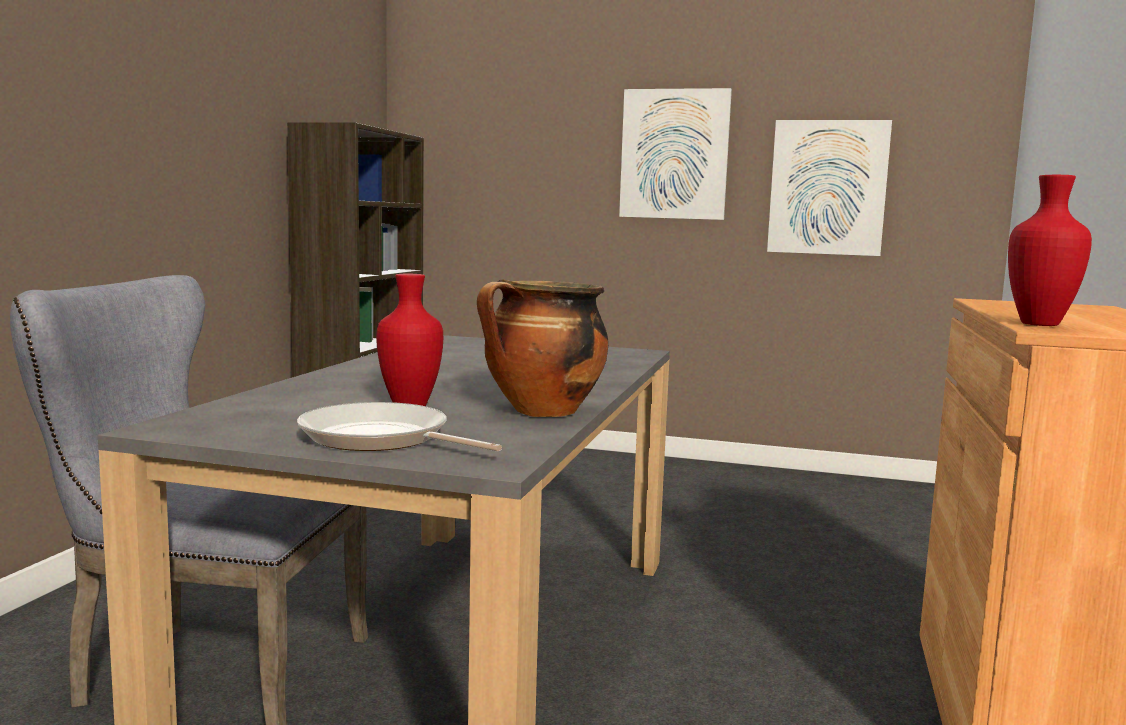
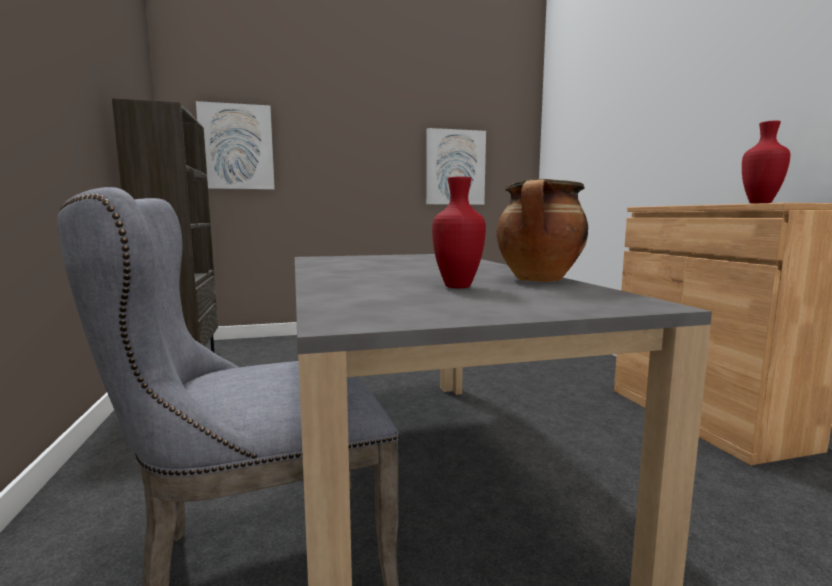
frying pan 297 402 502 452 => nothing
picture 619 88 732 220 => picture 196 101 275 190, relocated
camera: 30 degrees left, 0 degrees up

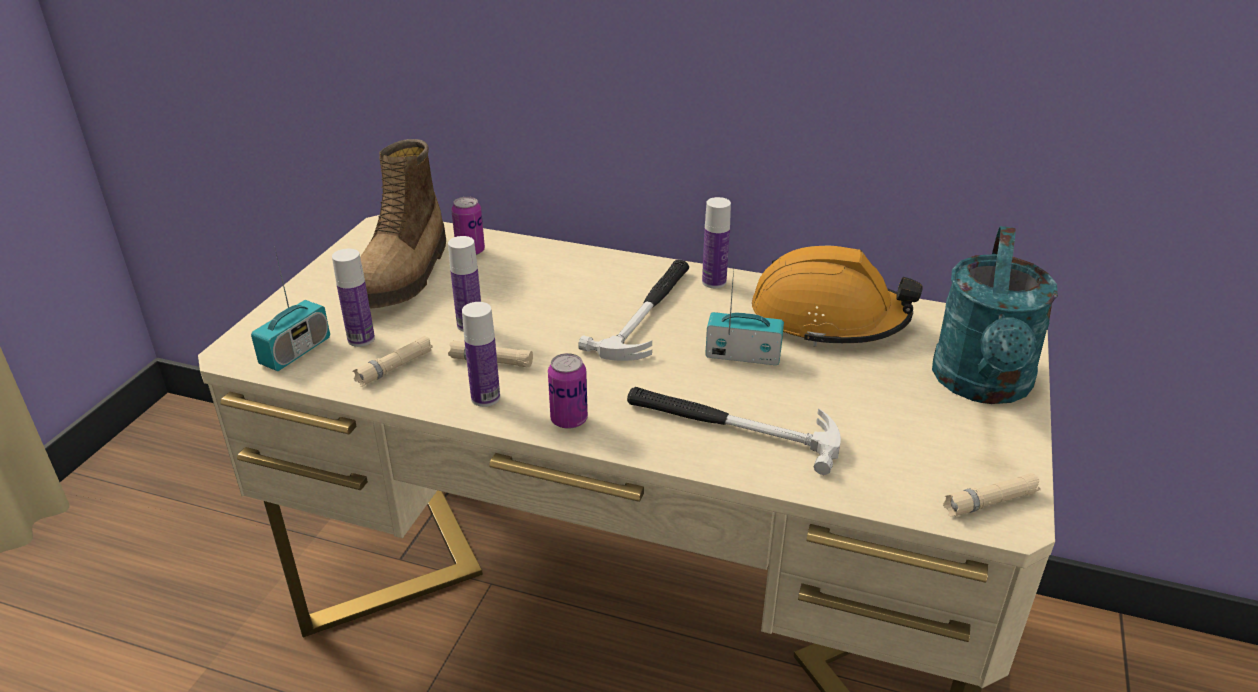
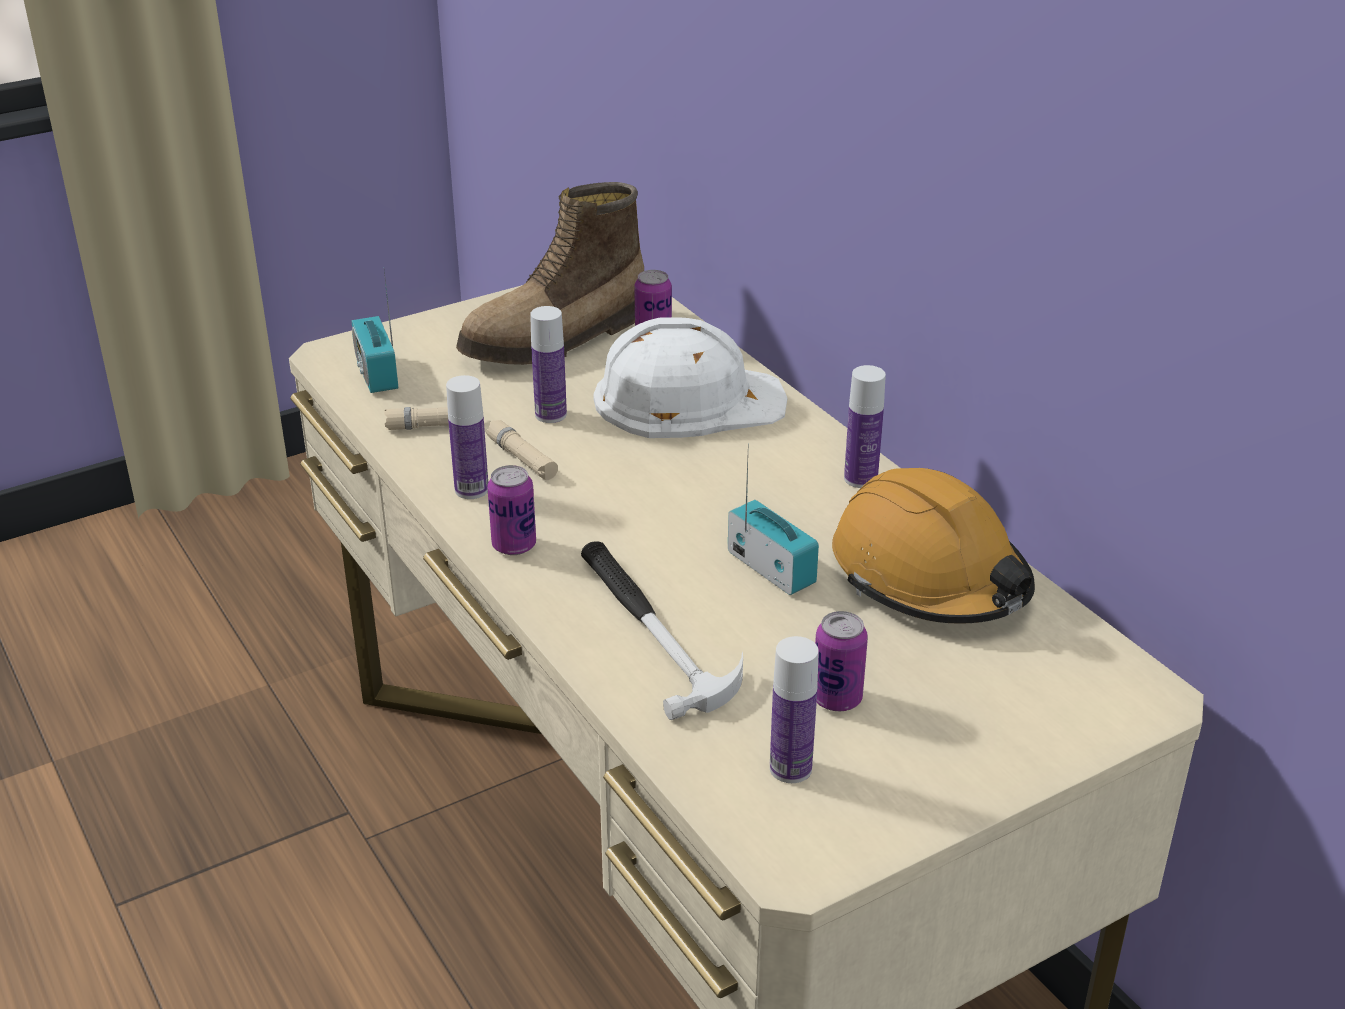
hammer 578 260 689 361 => nothing
turquoise watering can 932 226 1058 404 => nothing
beige flashlight 943 473 1041 517 => nothing
nothing => white hard hat 594 317 787 438
nothing => can 815 611 868 711
bottle 332 249 375 347 => bottle 770 636 819 783, relocated
radio 251 246 330 371 => radio 352 271 398 393, 90 degrees clockwise
camera: 40 degrees right, 0 degrees up

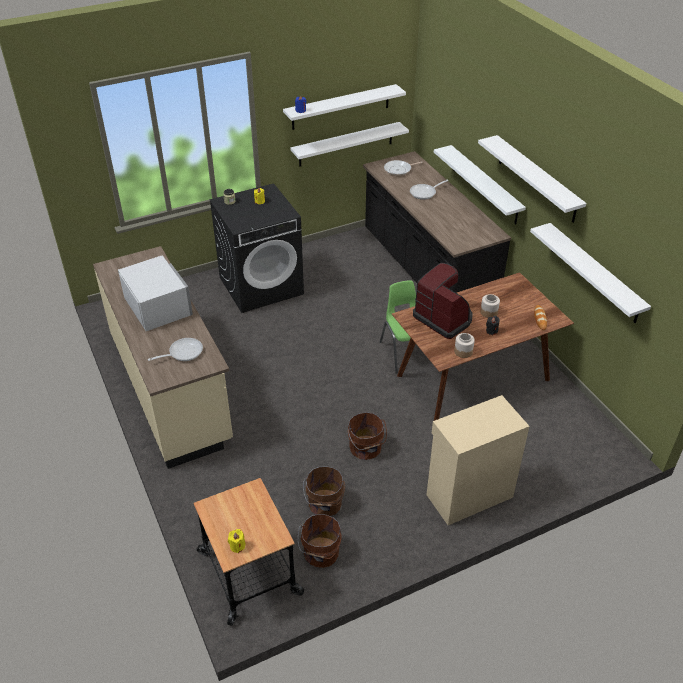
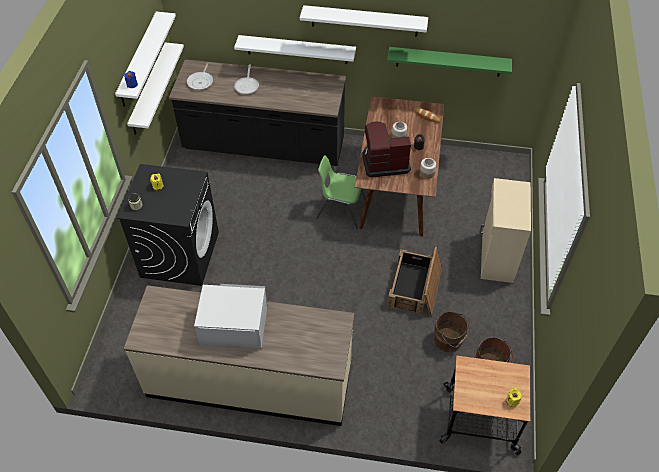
frying pan 148 338 203 361 => nothing
brown bucket 348 412 387 460 => crate 387 246 442 316
white shelf 530 223 651 323 => green shelf 387 47 512 77
camera: 55 degrees left, 10 degrees up

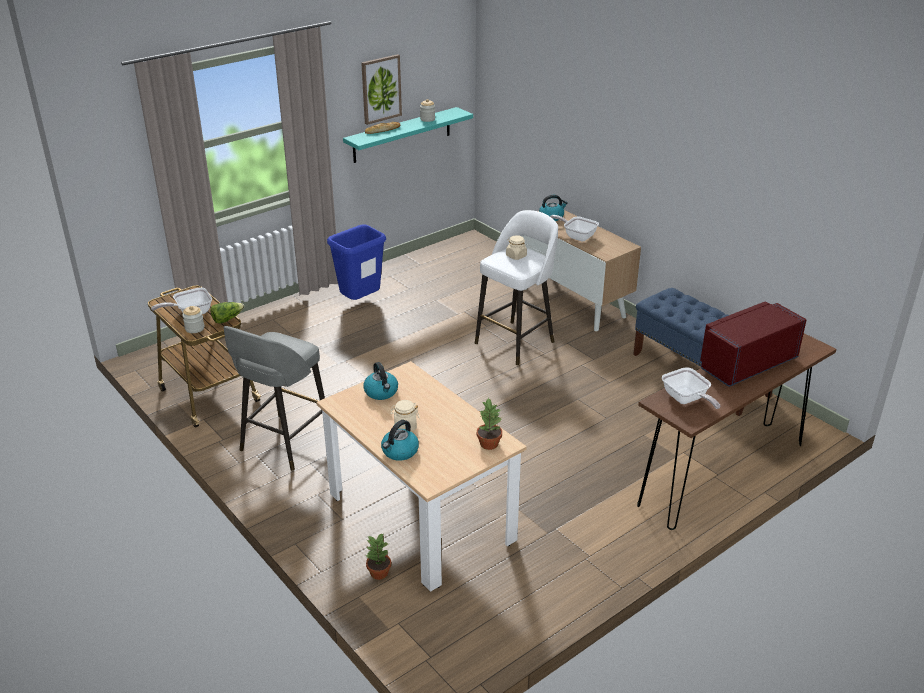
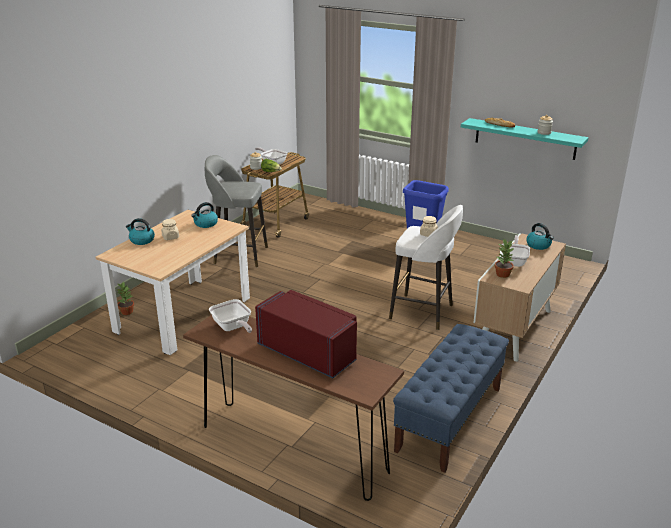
picture 361 54 402 125 => nothing
potted plant 477 397 502 450 => potted plant 495 238 514 278, relocated
frying pan 662 367 720 409 => frying pan 209 299 252 333, 75 degrees counterclockwise
camera: 70 degrees right, 5 degrees down

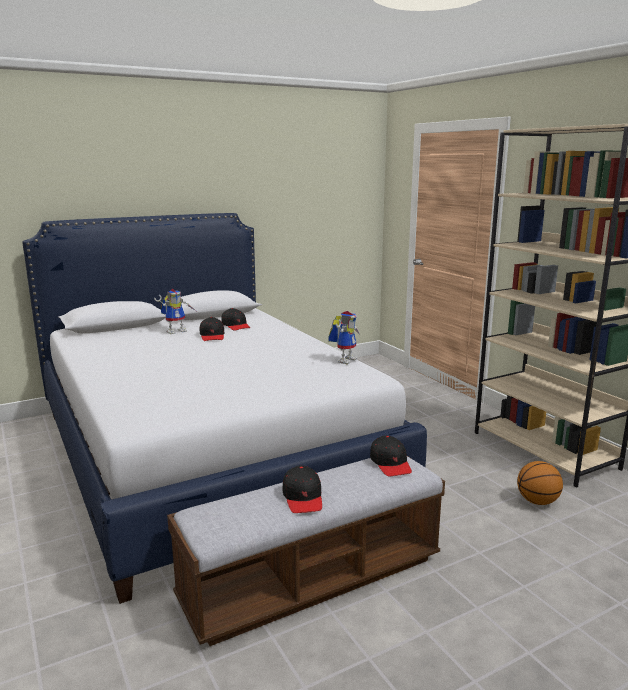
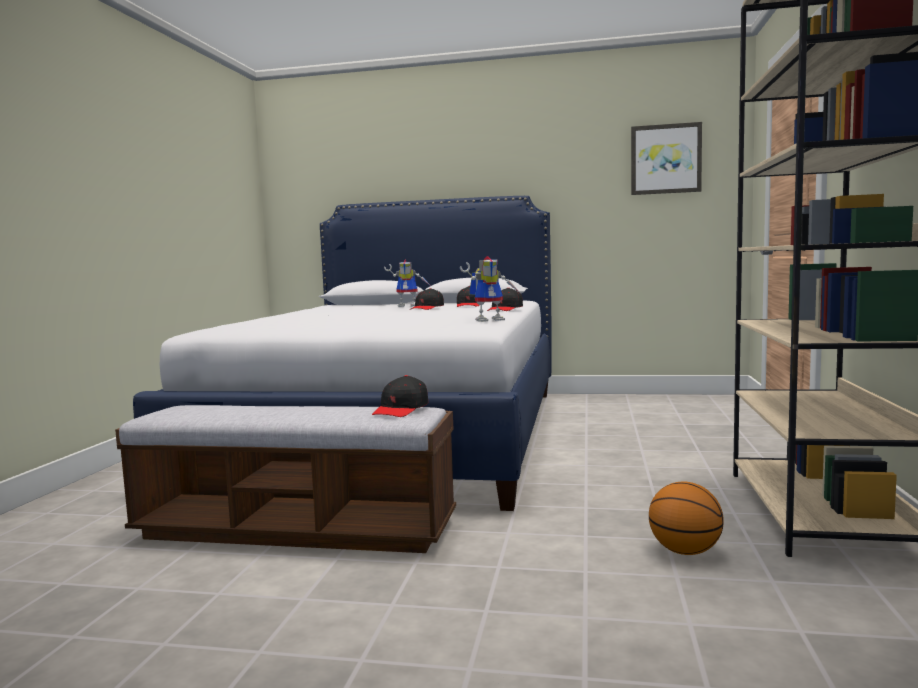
nothing => picture 631 122 702 195
black cap 282 466 322 513 => black cap 487 288 523 311, relocated
camera: 40 degrees right, 10 degrees down

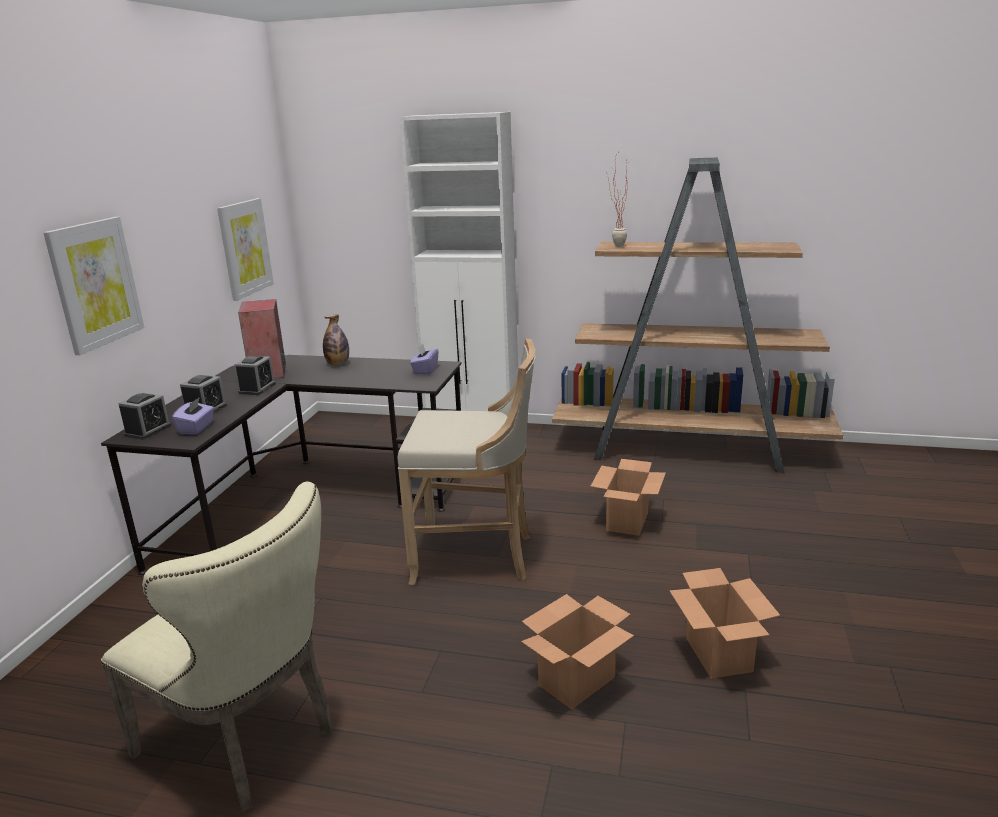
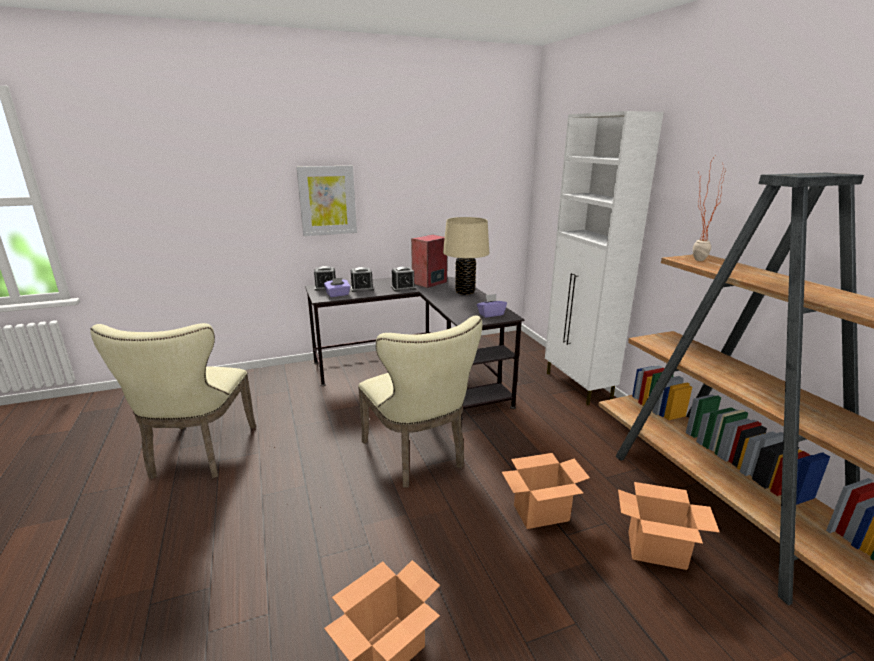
picture 217 198 274 301 => nothing
cardboard box 521 594 634 710 => cardboard box 618 482 720 570, relocated
bottle 323 315 349 365 => beige table lamp 443 217 489 295
beige stool 398 339 535 585 => beige chair 358 315 482 487
camera: 55 degrees right, 0 degrees up

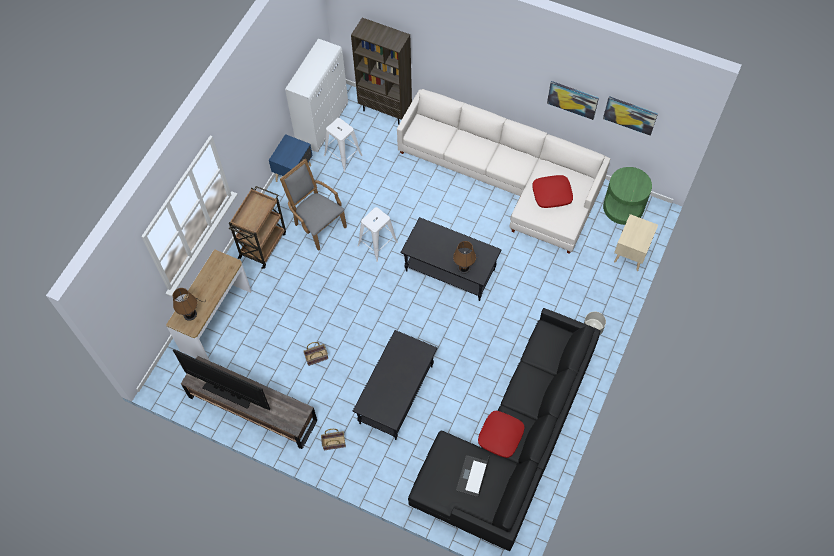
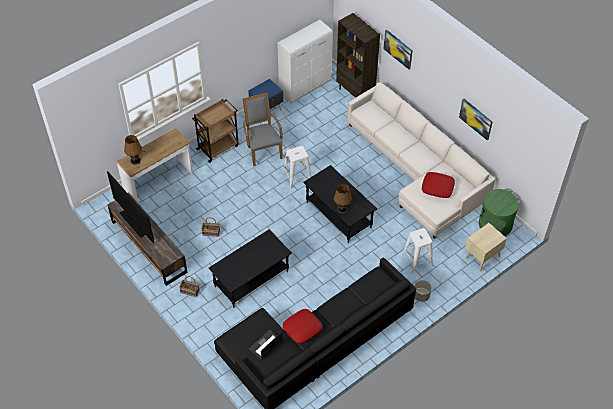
white stool 324 118 363 172 => white stool 401 228 433 274, relocated
picture 603 96 658 136 => picture 384 30 413 70, relocated
camera: 25 degrees right, 10 degrees down

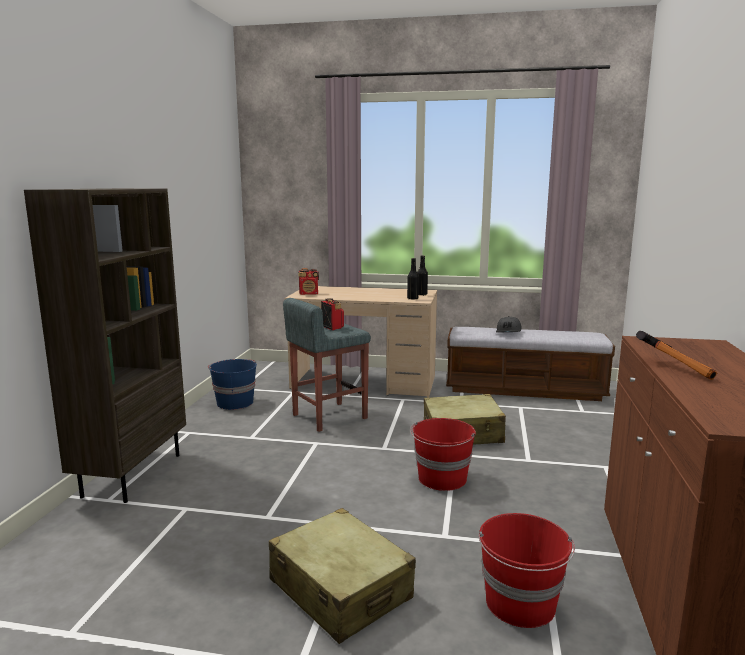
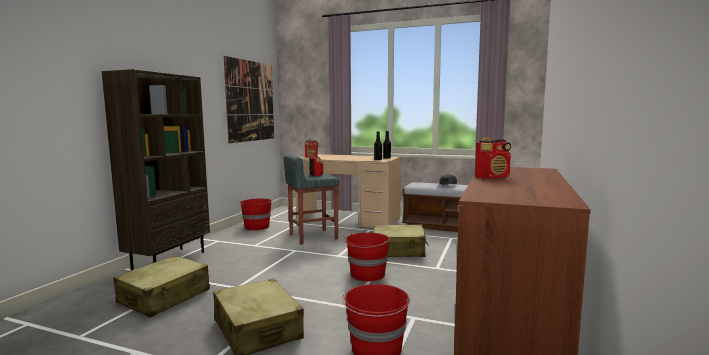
nothing => beige suitcase 113 255 210 318
nothing => picture 224 56 274 143
hammer 636 331 717 380 => radio 475 138 511 179
blue bucket 208 359 257 410 => red bucket 240 199 272 231
camera: 10 degrees right, 5 degrees down

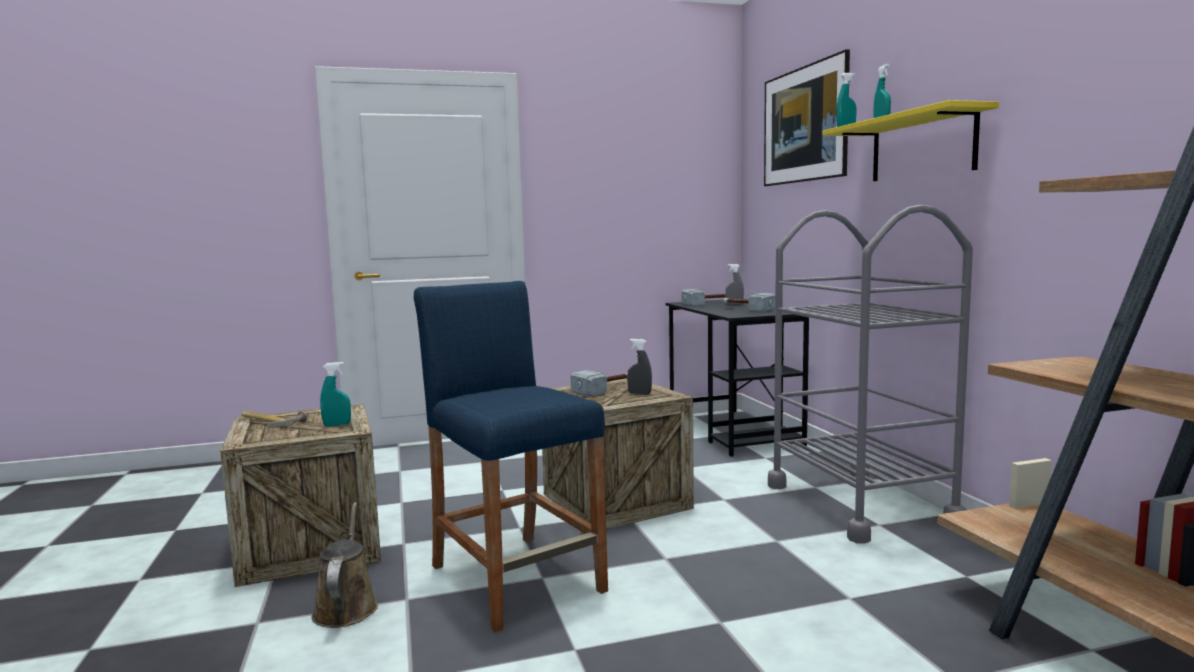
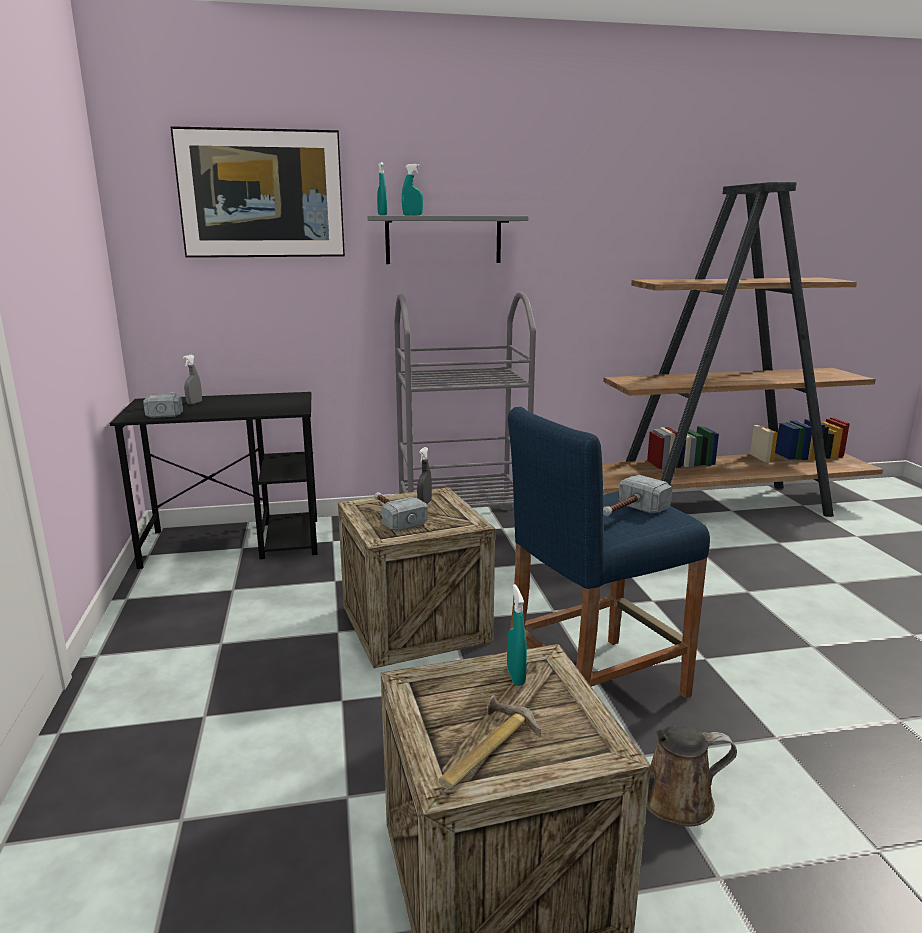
hammer 723 293 775 312 => hammer 603 475 672 516, relocated
yellow shelf 823 100 999 181 => grey shelf 367 215 528 264
camera: 85 degrees left, 10 degrees up

